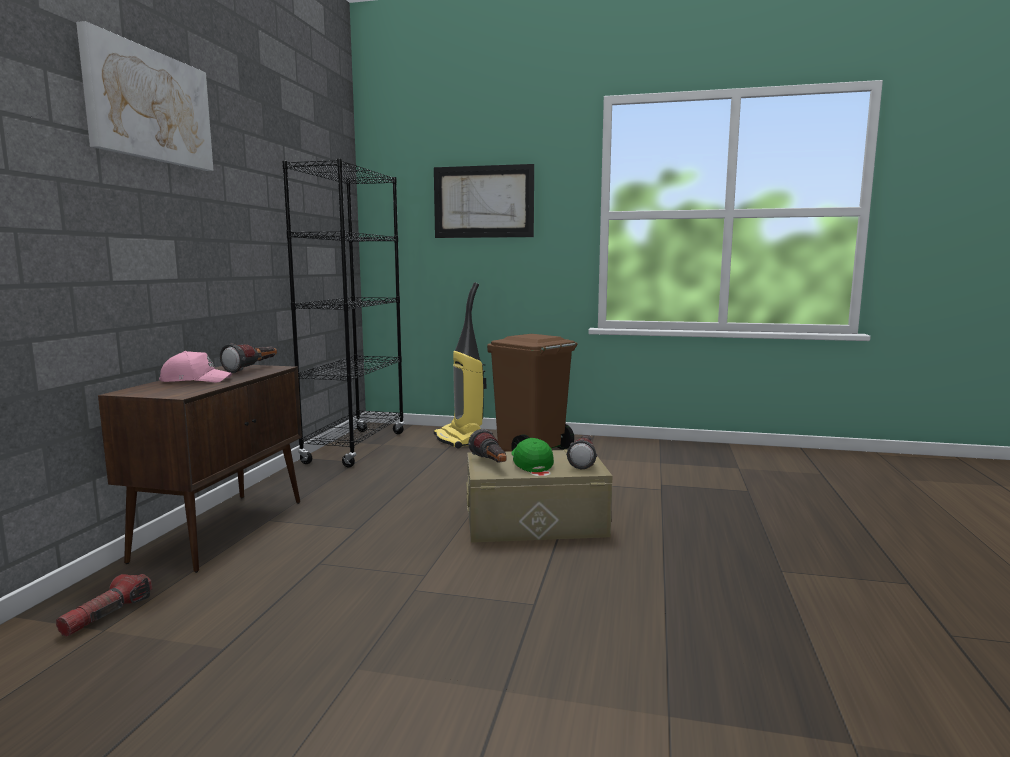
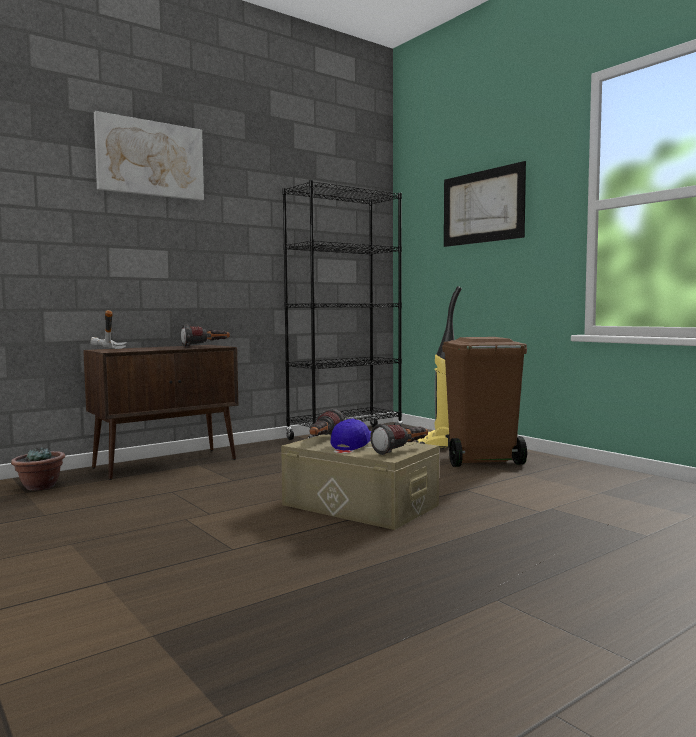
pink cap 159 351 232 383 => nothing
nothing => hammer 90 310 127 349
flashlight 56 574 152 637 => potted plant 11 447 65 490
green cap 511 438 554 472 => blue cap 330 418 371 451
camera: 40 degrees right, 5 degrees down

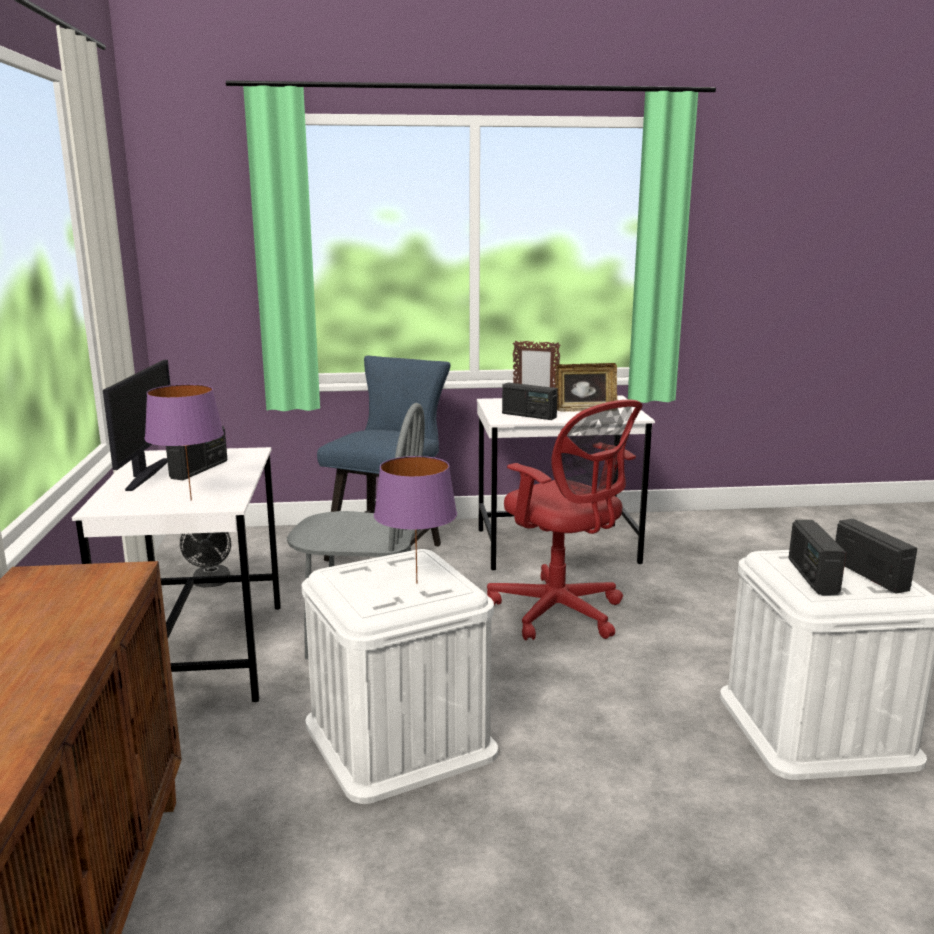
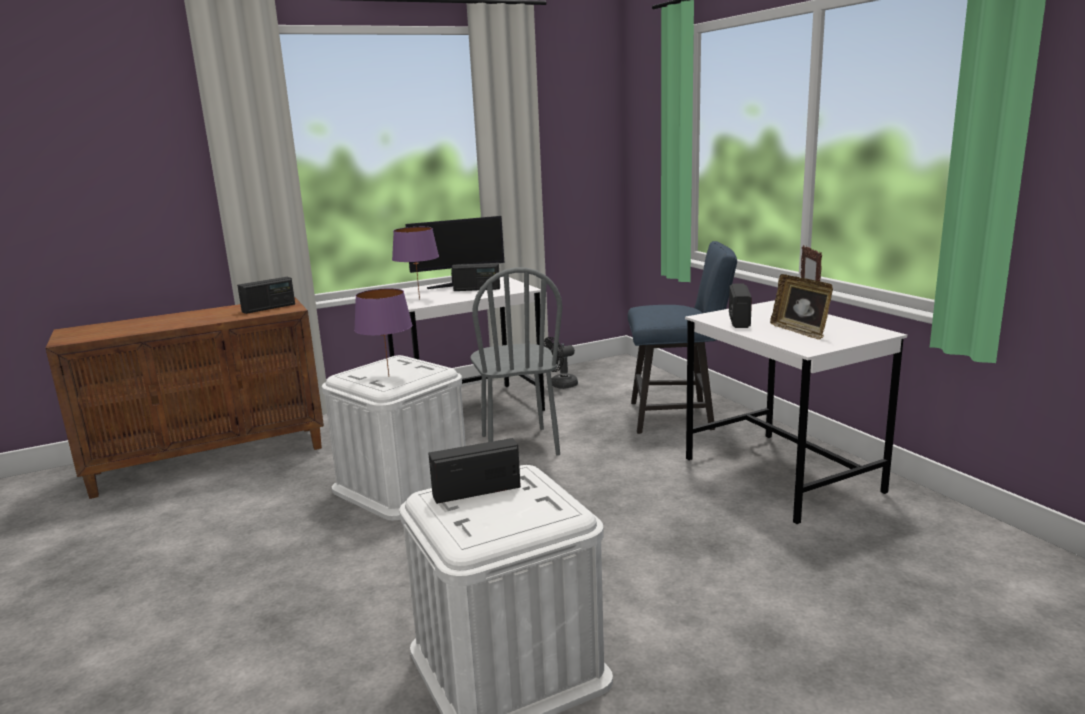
red office chair 487 399 643 640 => nothing
radio 835 519 917 594 => radio 237 277 295 314, relocated
camera: 70 degrees right, 0 degrees up

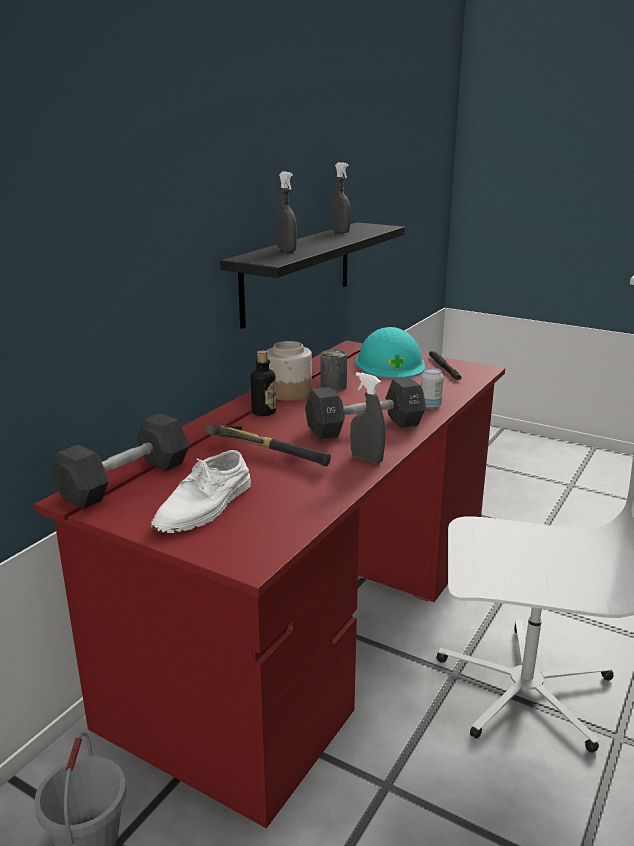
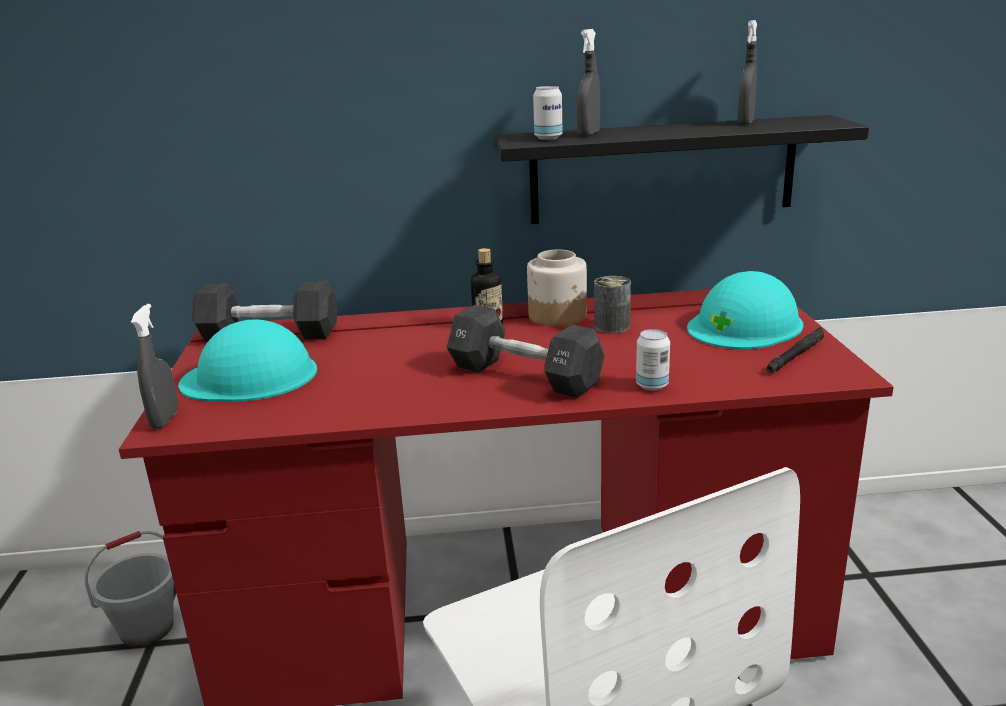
hammer 205 424 331 466 => nothing
nothing => can 533 86 563 140
grey spray bottle 350 372 386 464 => grey spray bottle 131 304 178 429, relocated
white shoe 151 450 251 533 => turquoise hard hat 178 319 317 402
camera: 55 degrees right, 0 degrees up

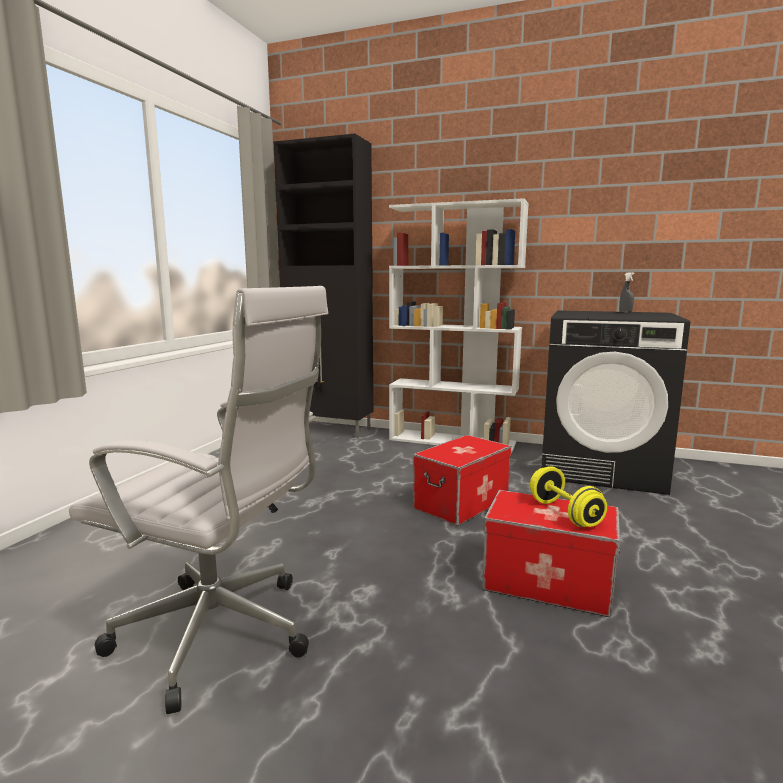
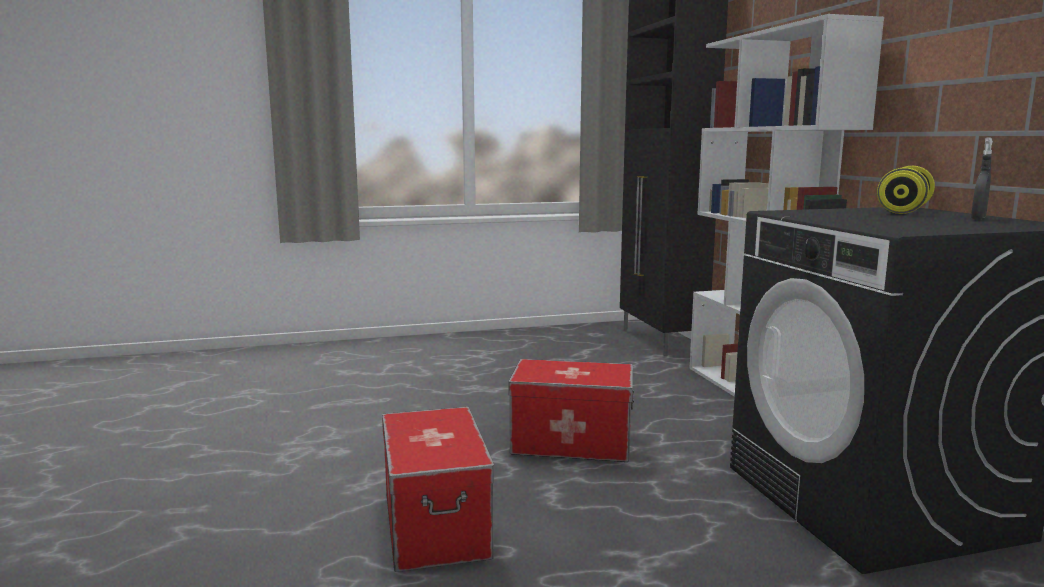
white office chair 69 286 329 714 => nothing
yellow dumbbell 530 466 607 527 => yellow dumbbell 877 166 935 214, relocated
camera: 55 degrees right, 0 degrees up

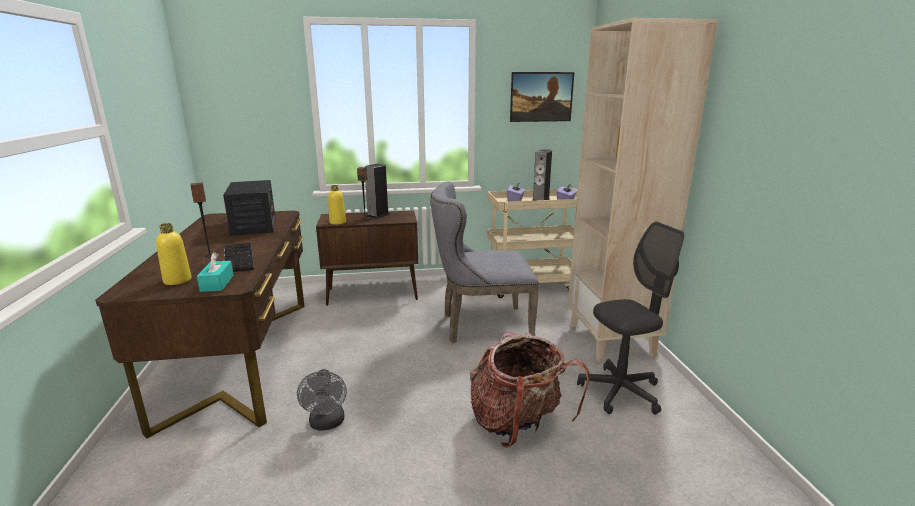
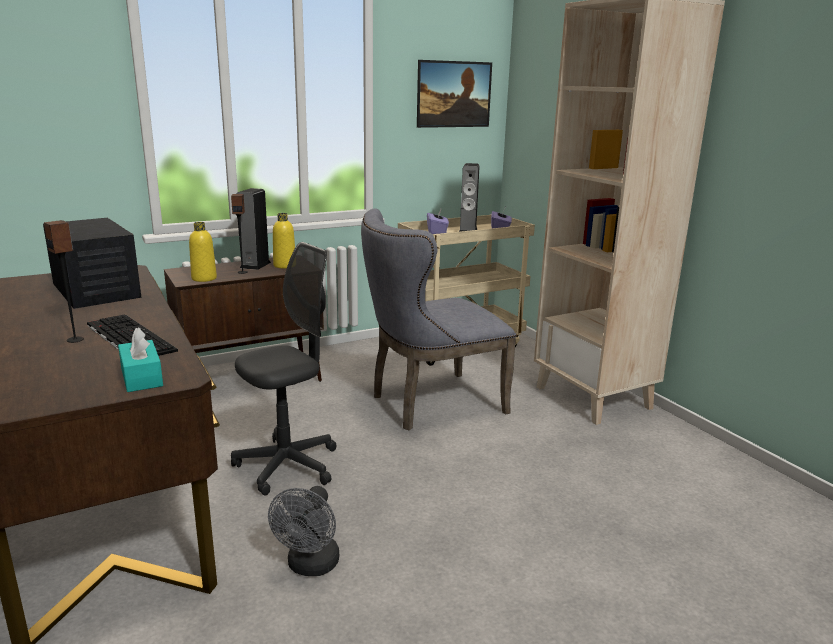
backpack 470 333 590 448 => nothing
yellow bottle 156 223 192 285 => yellow bottle 273 213 295 268, relocated
grey office chair 577 222 684 415 => grey office chair 231 242 336 495, relocated
grey fan 297 369 347 431 => grey fan 268 486 339 576, 45 degrees clockwise
camera: 20 degrees left, 0 degrees up

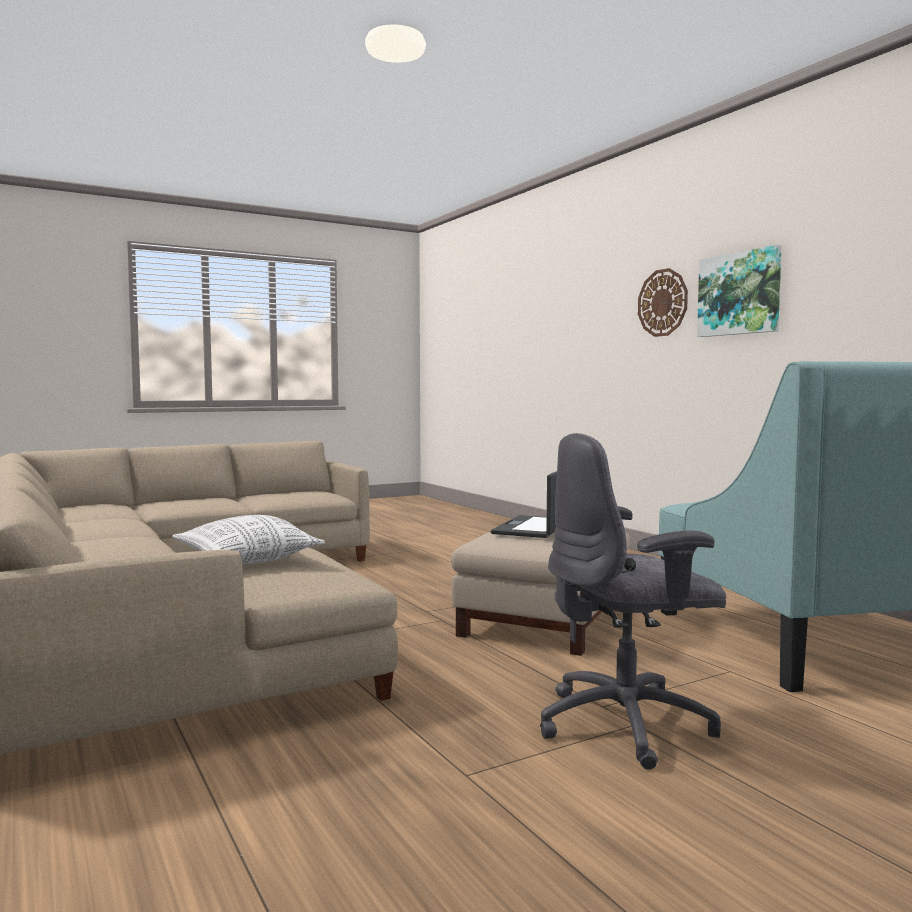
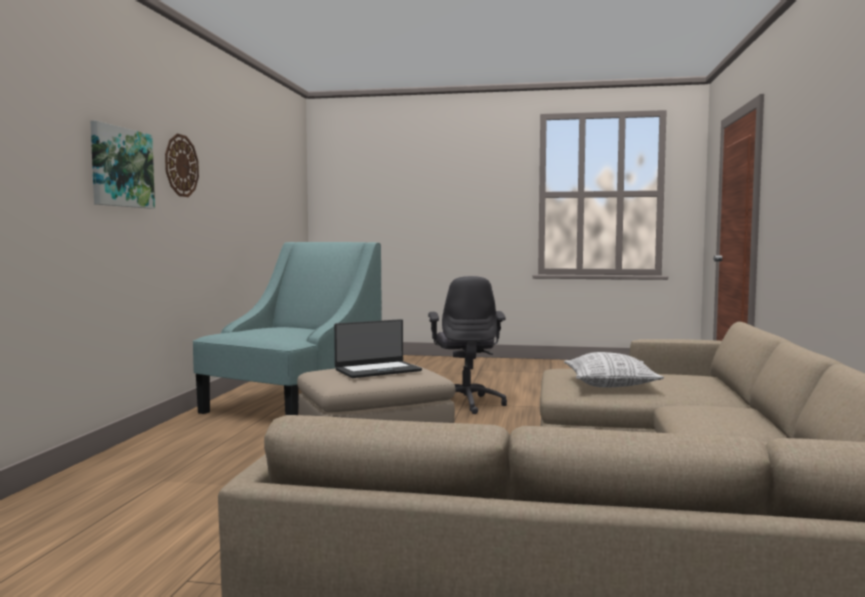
wall clock 638 268 688 337 => wall clock 165 134 199 197, relocated
grey office chair 540 433 726 770 => grey office chair 428 276 507 414, 60 degrees clockwise
camera: 140 degrees left, 0 degrees up

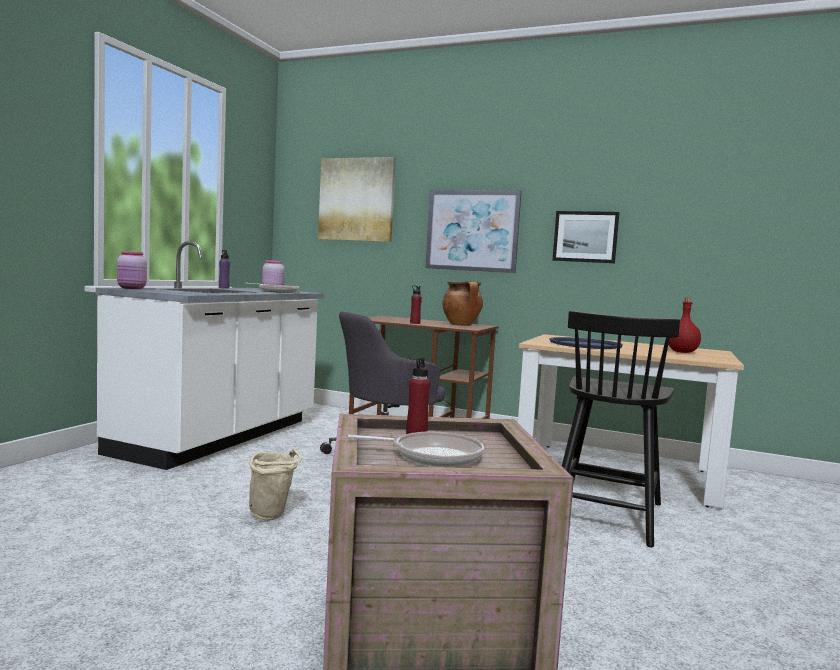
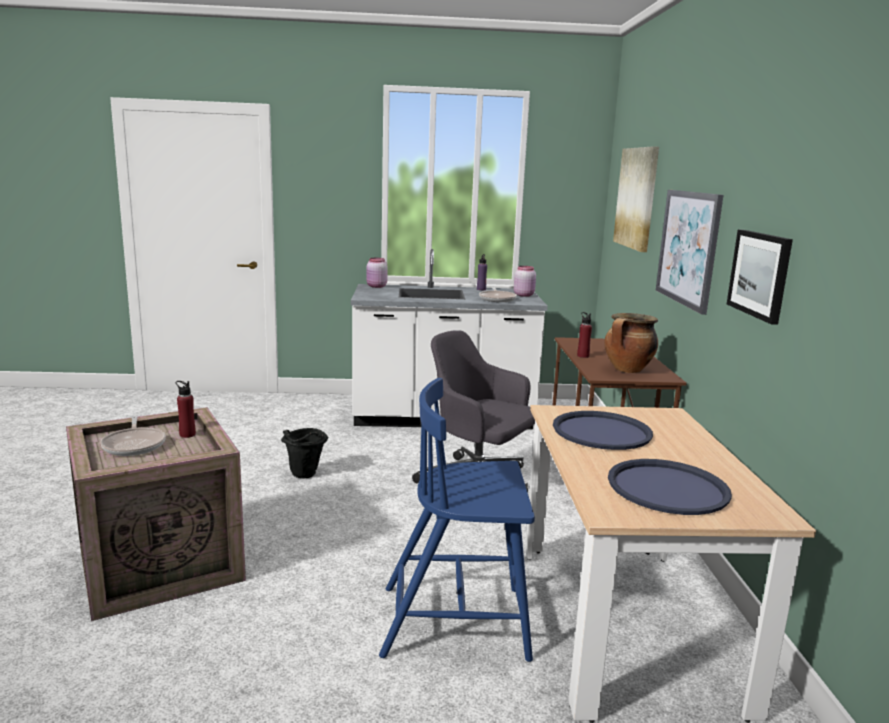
red bottle 668 297 701 353 => blue tray 608 459 732 515
beige bucket 249 448 302 520 => black bucket 281 428 328 478
black chair 562 311 680 547 => blue chair 379 378 535 662
camera: 65 degrees right, 10 degrees up

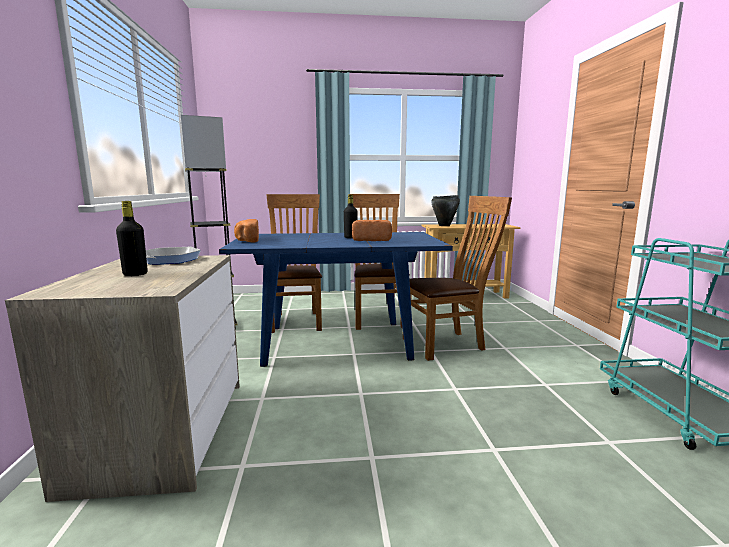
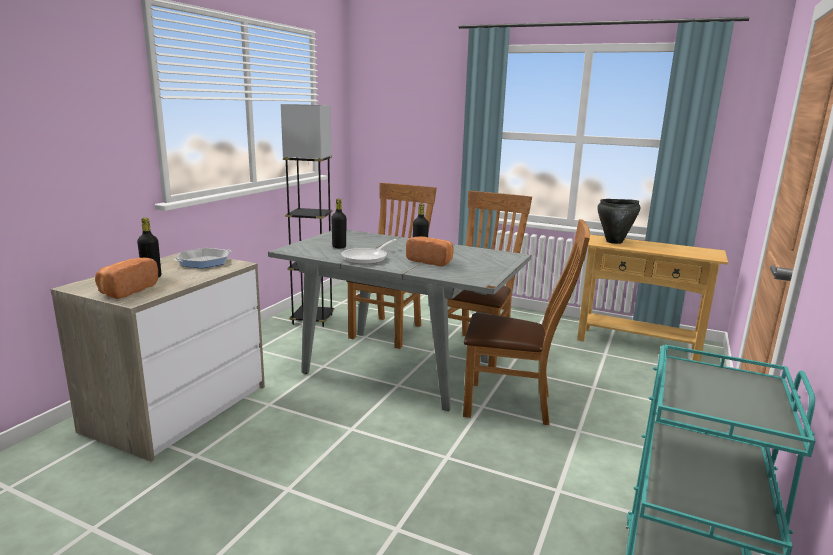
nothing => black bottle 331 199 346 248
nothing => frying pan 341 239 397 264
bread 234 219 259 242 => bread 95 258 158 299, relocated
blue dining table 219 232 453 367 => grey dining table 268 230 531 411
camera: 30 degrees right, 5 degrees up

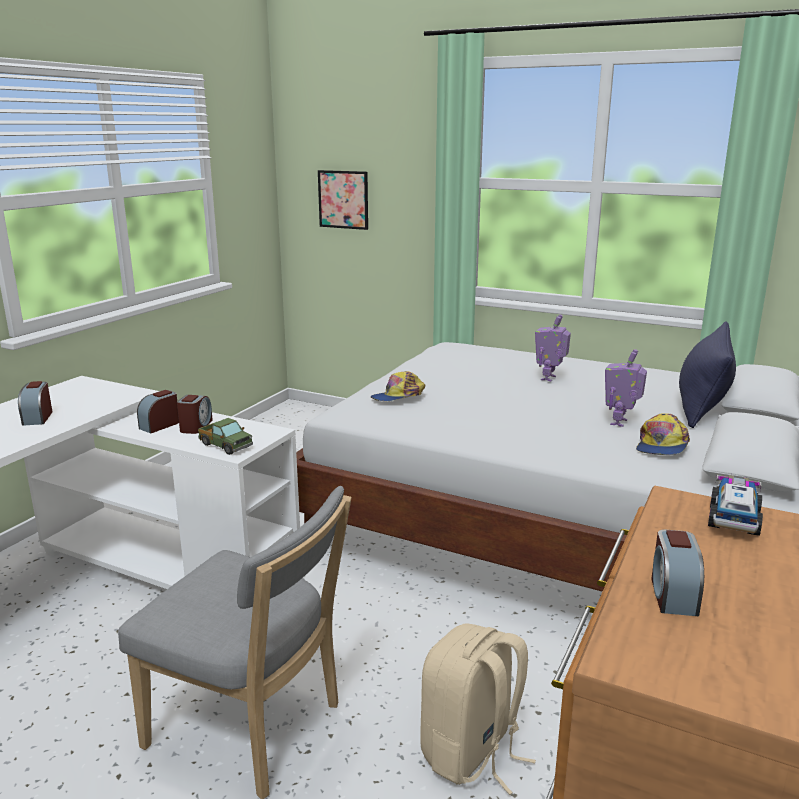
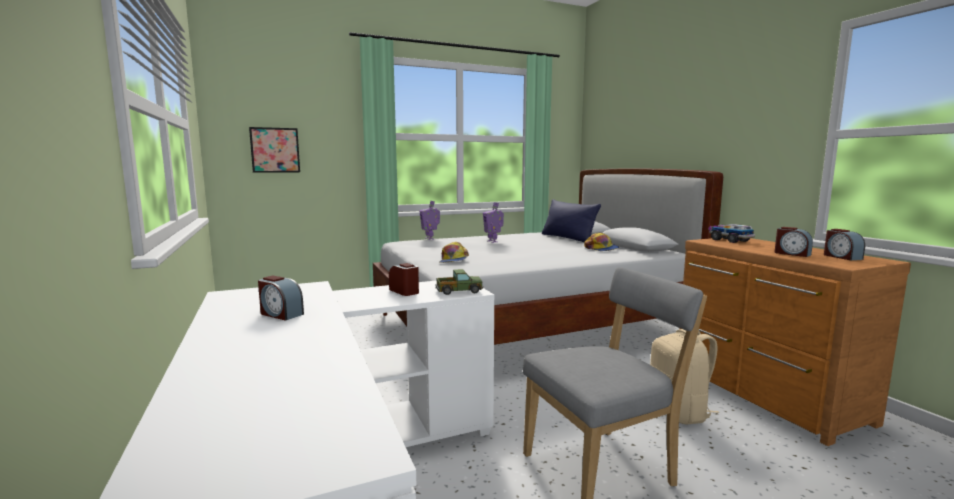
alarm clock 137 390 179 433 => alarm clock 824 229 865 260, relocated
toy robot 605 349 647 427 => toy robot 419 201 440 240, relocated
camera: 50 degrees left, 10 degrees down

